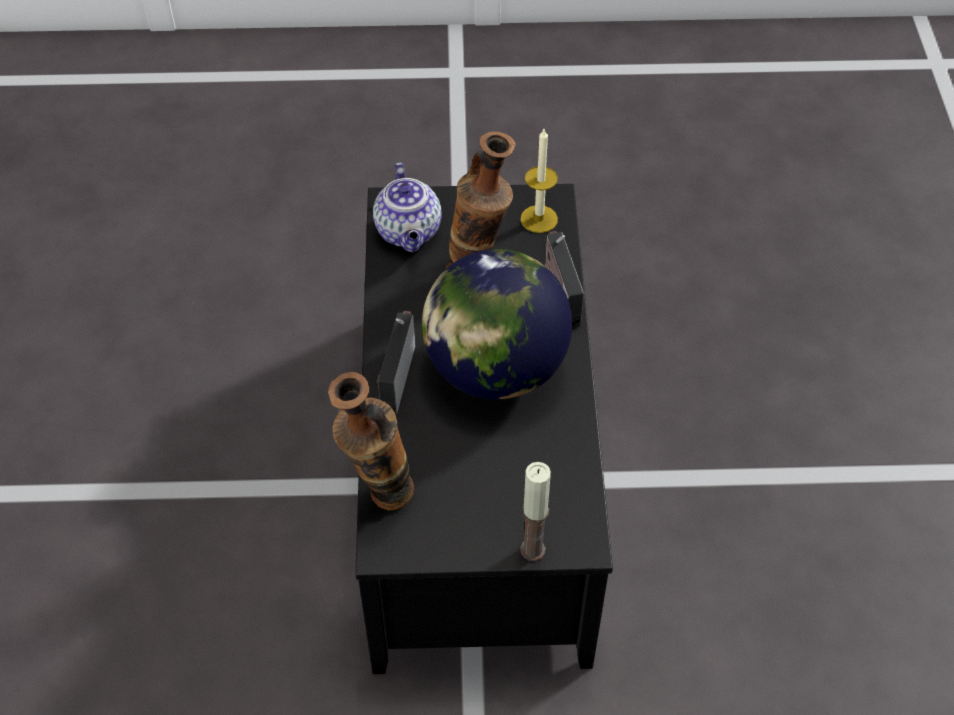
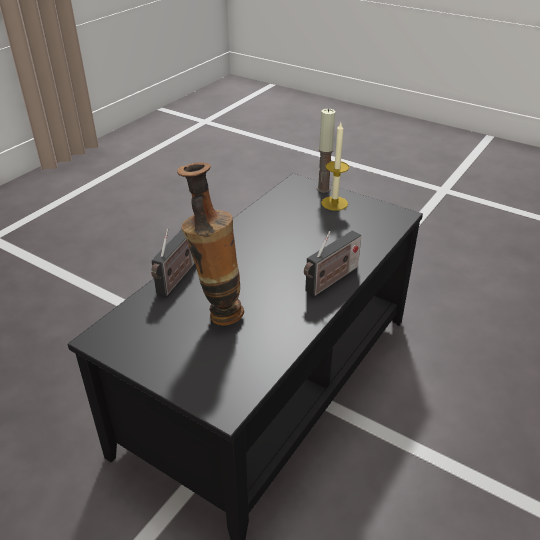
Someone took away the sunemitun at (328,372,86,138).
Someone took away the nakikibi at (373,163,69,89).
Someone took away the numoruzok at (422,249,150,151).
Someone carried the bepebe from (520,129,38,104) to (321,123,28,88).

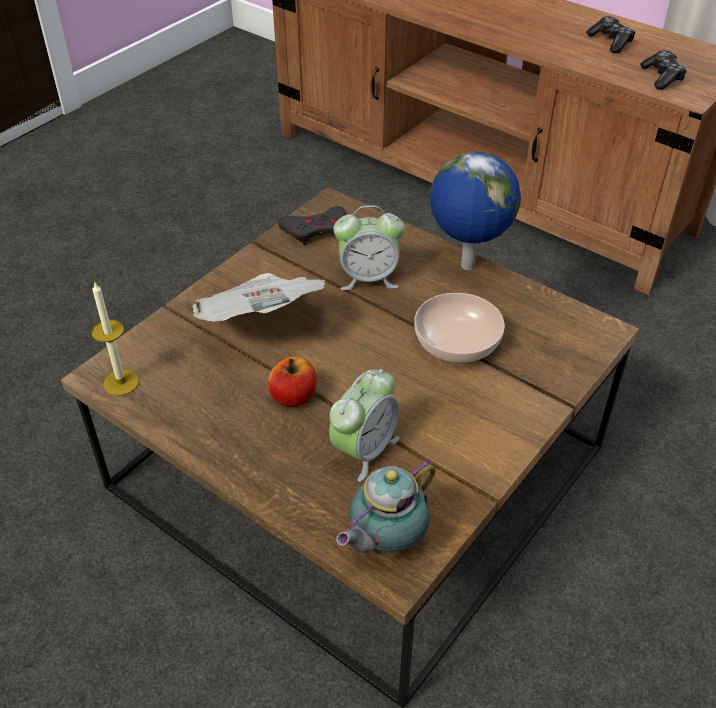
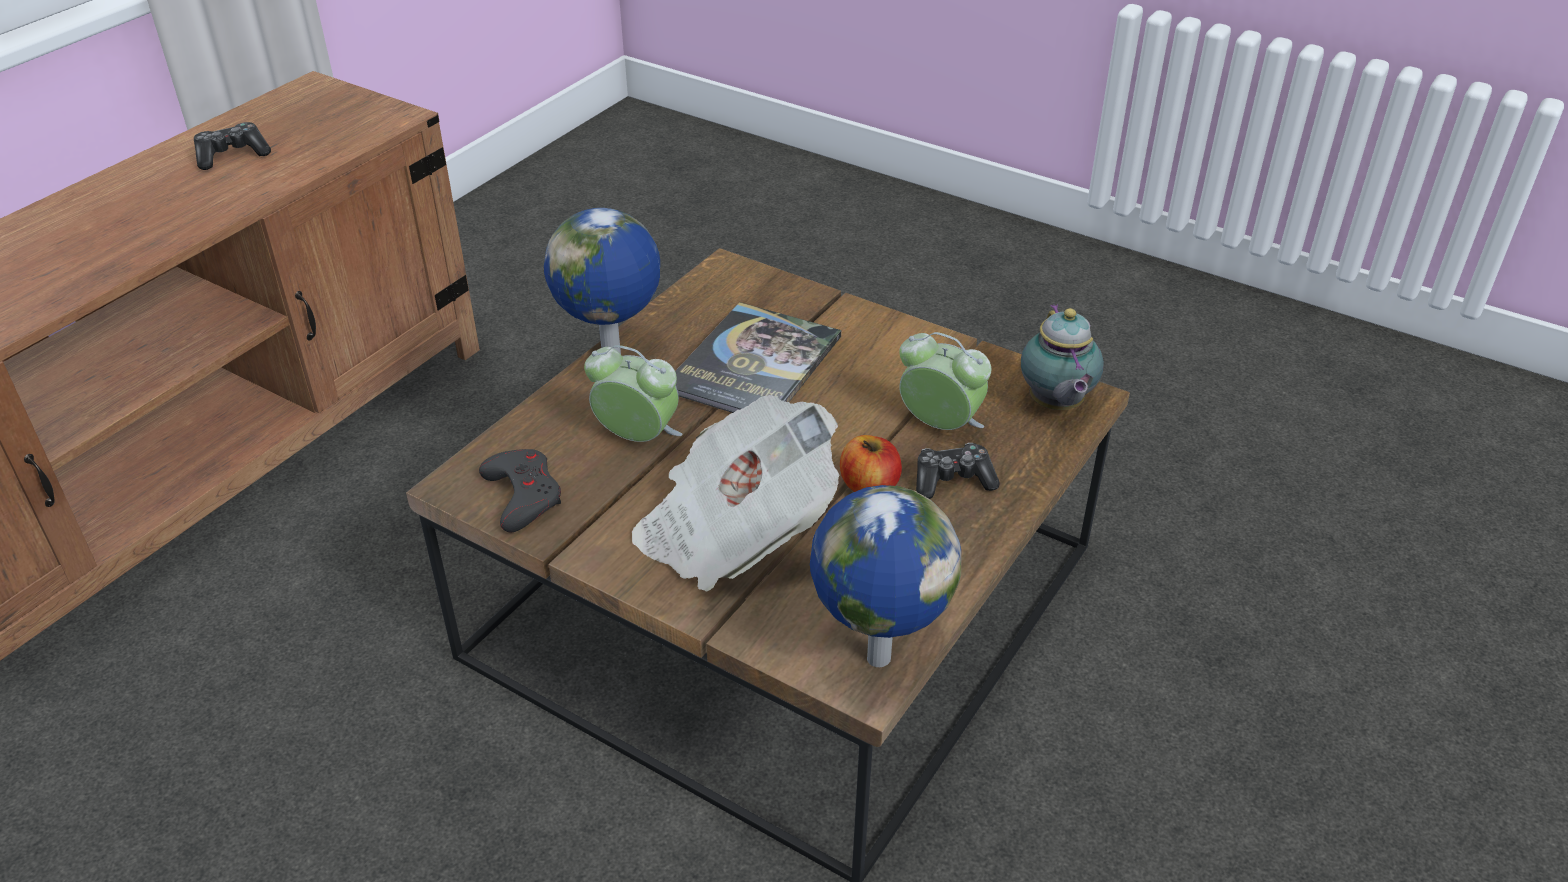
Someone swapped the bepebe at (91,281,48,115) for the numoruzok at (810,485,151,182).
Someone rotated the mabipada at (333,205,72,85) by 60 degrees counterclockwise.
Someone rotated the nakikibi at (336,459,100,98) by 45 degrees clockwise.
Someone swapped the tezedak at (414,293,91,70) for the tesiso at (675,302,166,111).
Someone carried the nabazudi from (640,50,47,40) to (916,443,84,56).

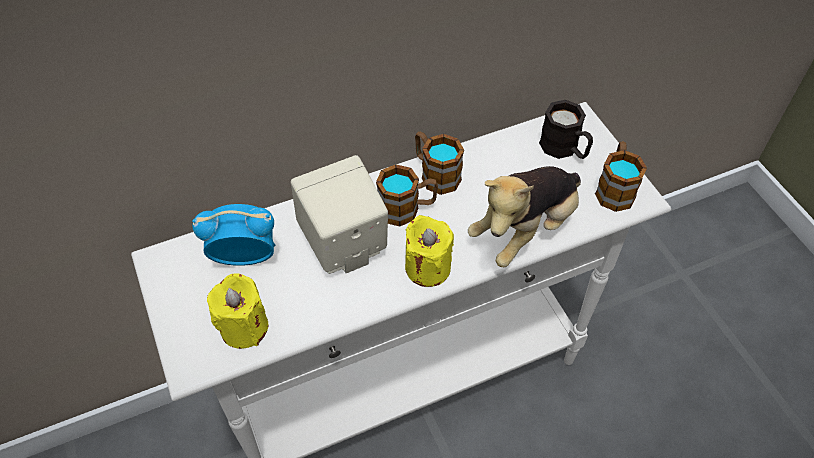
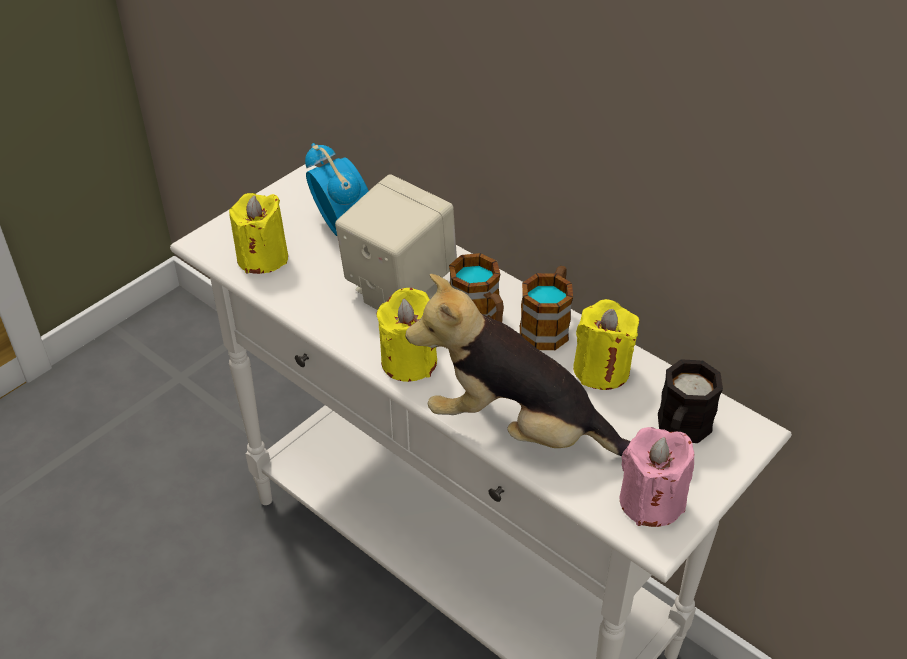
Someone swapped the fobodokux at (595,142,52,70) for the pink_bepebe at (620,427,74,100).
Someone put down the yellow_bepebe at (573,299,66,91).

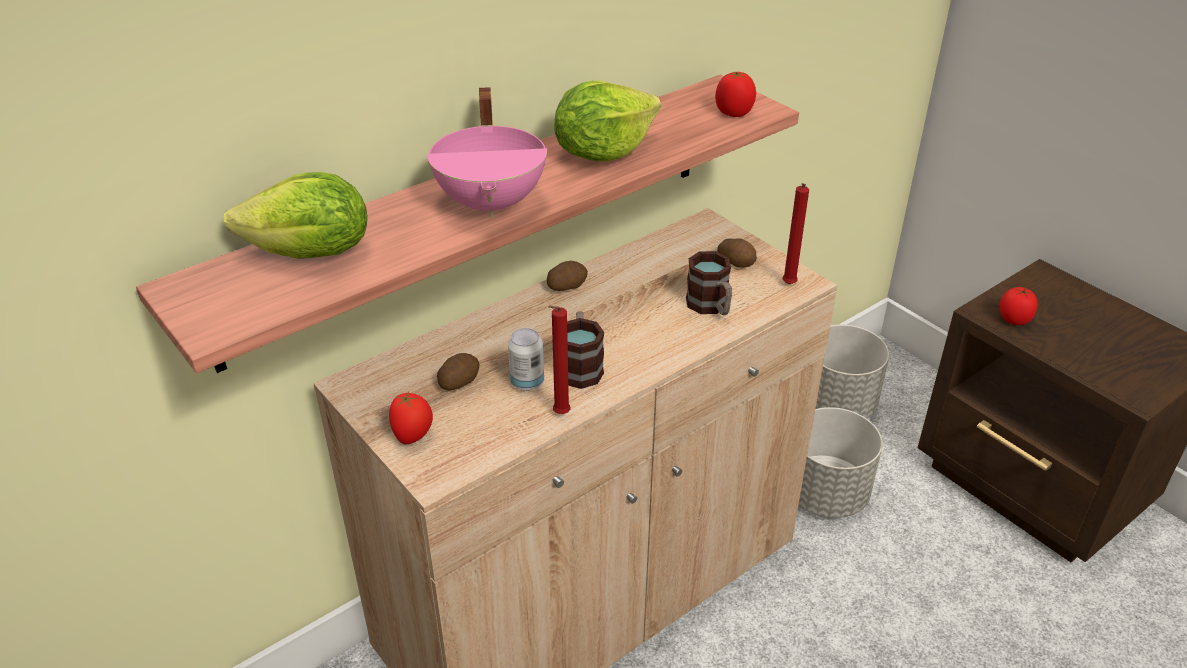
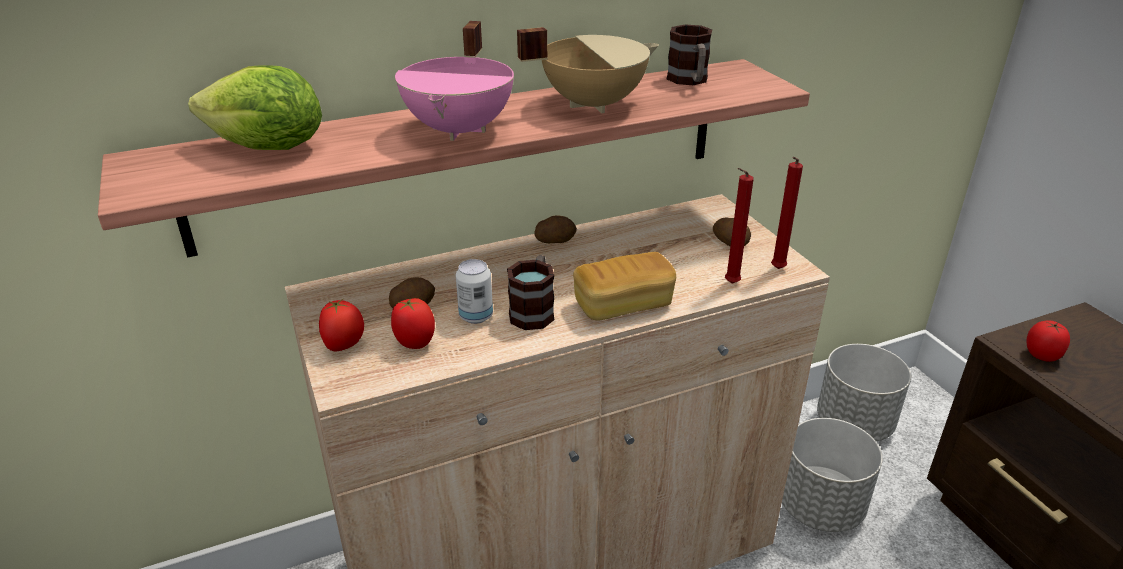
Someone carried the red_bepebe from (549,306,22,108) to (725,168,29,116).
Someone swapped the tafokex at (554,80,107,81) for the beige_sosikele at (517,27,142,86).
Someone carried the fobodokux from (686,251,46,64) to (667,24,45,61).
Someone carried the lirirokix from (715,72,41,45) to (391,298,44,51).
Someone put down the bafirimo at (573,252,103,69).

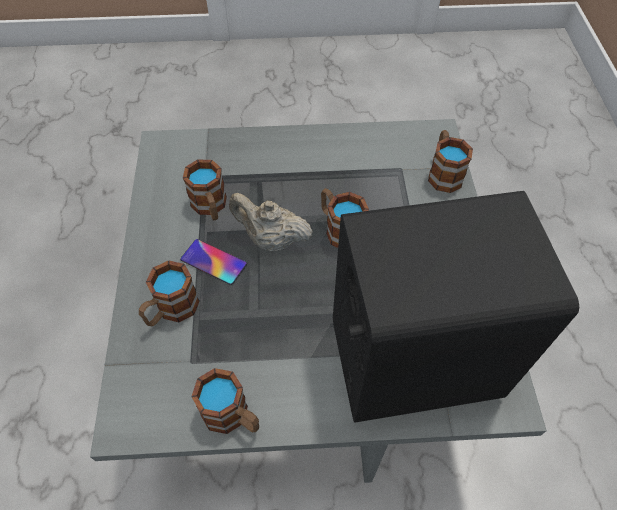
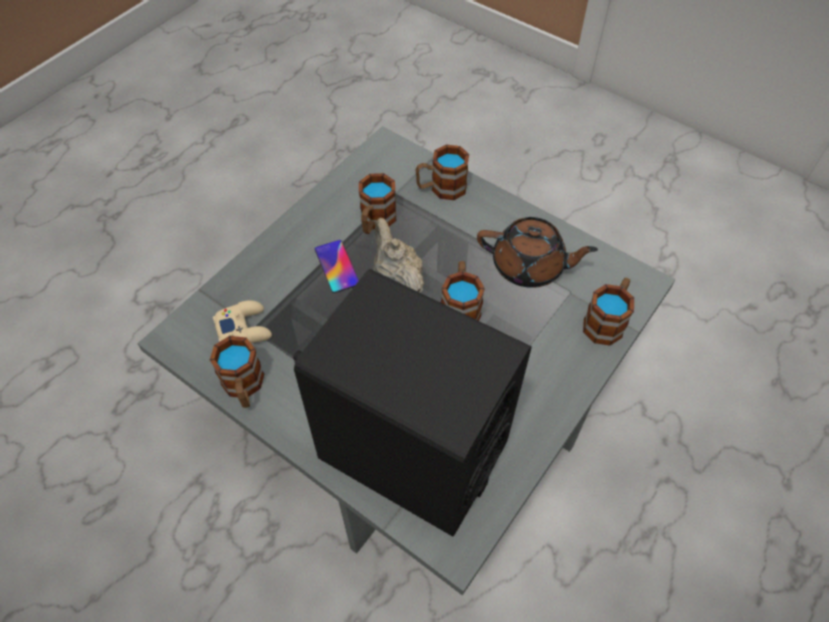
Someone carried the fobodokux from (139,260,61,66) to (416,144,53,56).
Someone put down the beige_nabazudi at (213,300,59,43).
Someone put down the brown_nakikibi at (477,217,121,71).

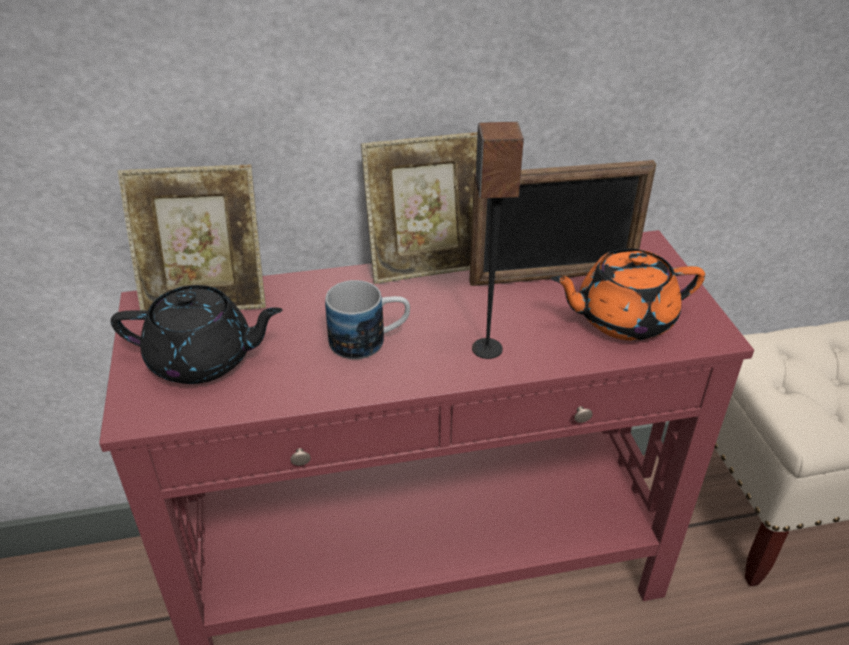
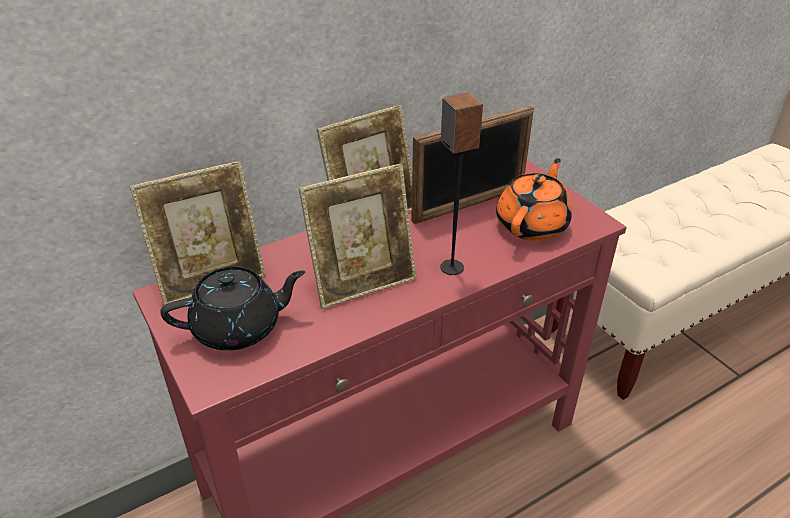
Someone swapped the fobodokux at (325,280,85,79) for the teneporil at (299,164,118,145).
Someone rotated the orange_nakikibi at (551,248,154,93) by 150 degrees clockwise.

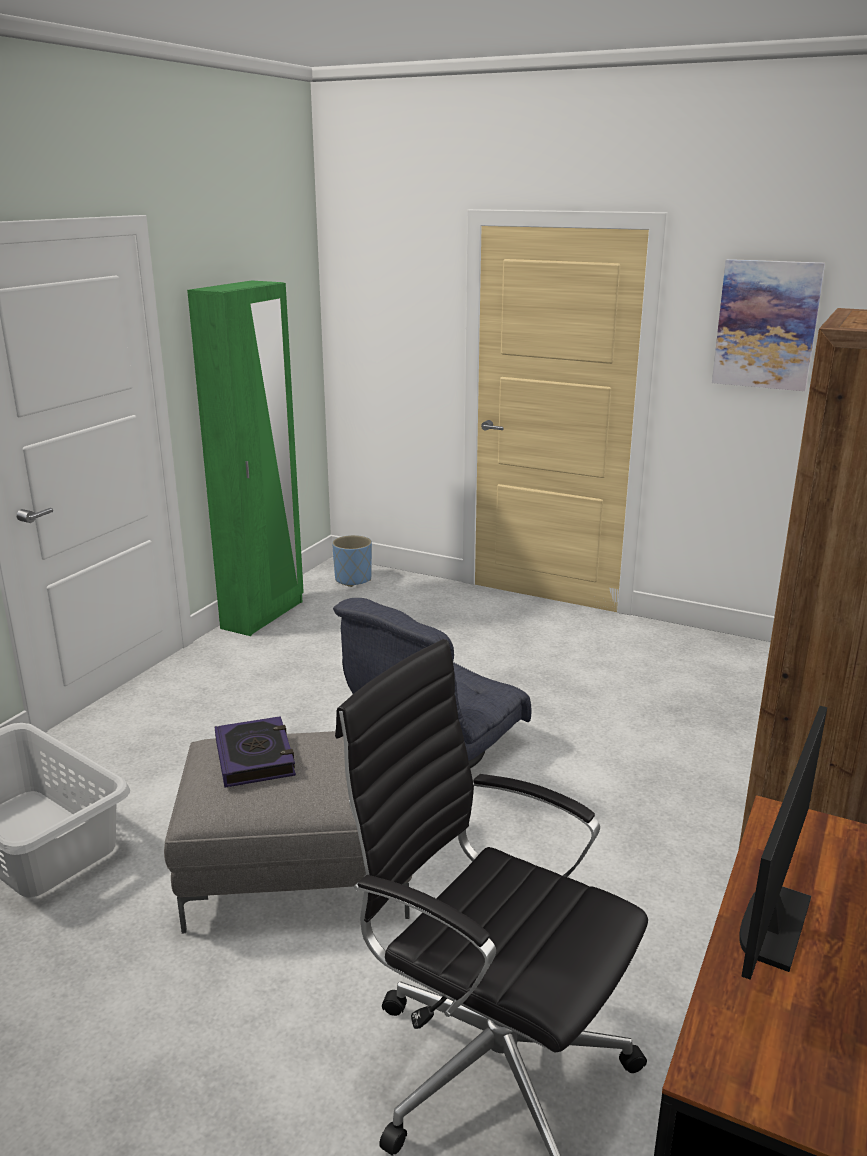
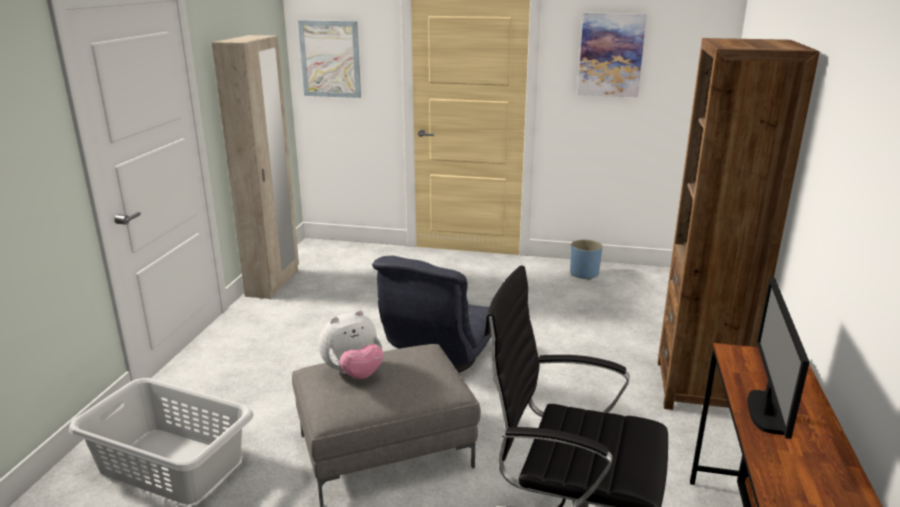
Someone repainted the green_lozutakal at (187,280,117,356), which became the beige_lozutakal at (212,35,87,264).
Someone swapped the tesiso at (215,716,81,72) for the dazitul at (319,310,64,69).
Someone carried the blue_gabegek from (332,535,40,52) to (570,239,33,41).
Someone put up the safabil at (298,20,63,78).

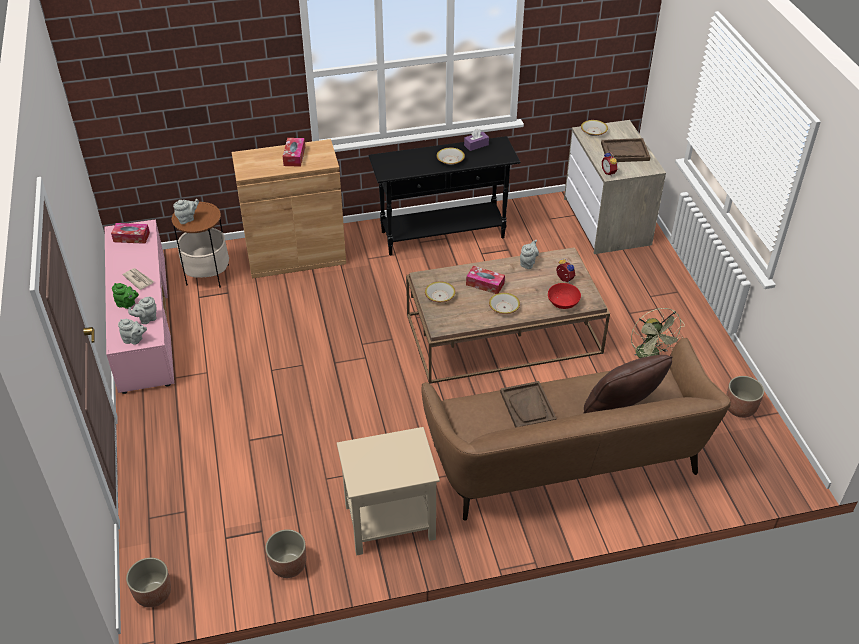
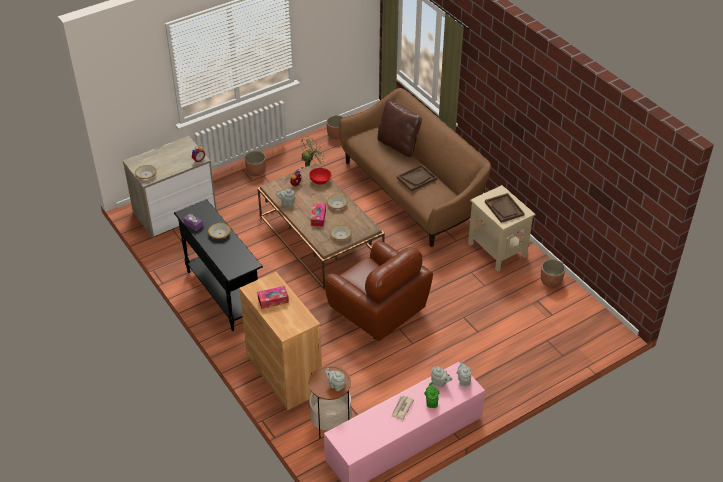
Someone took away the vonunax at (111,223,39,21).
Someone carried the gabegek from (126,558,45,50) to (245,151,21,25).
Someone carried the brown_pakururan from (601,138,49,24) to (485,193,40,30).
Someone put down the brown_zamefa at (325,241,108,100).

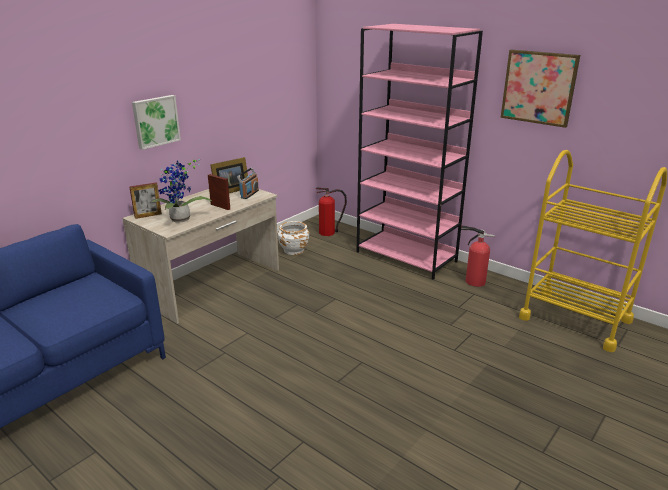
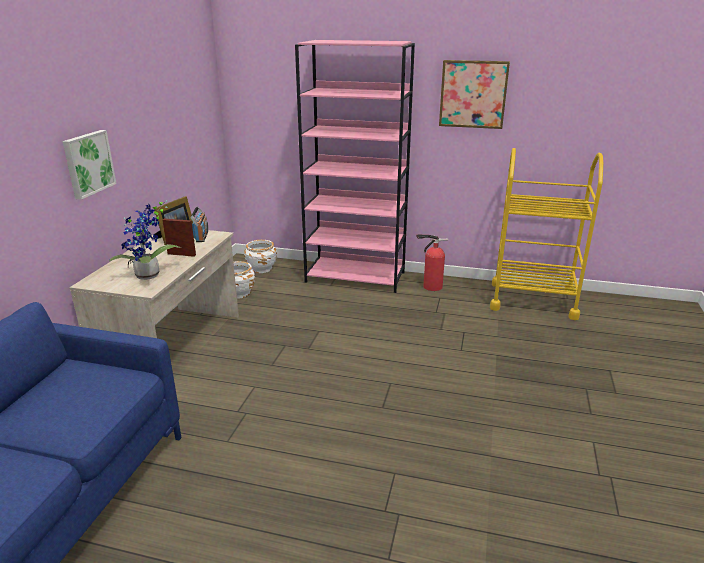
Someone took away the teneporil at (129,182,33,37).
Someone swapped the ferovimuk at (316,187,31,49) for the white_gabegek at (244,240,33,33).

